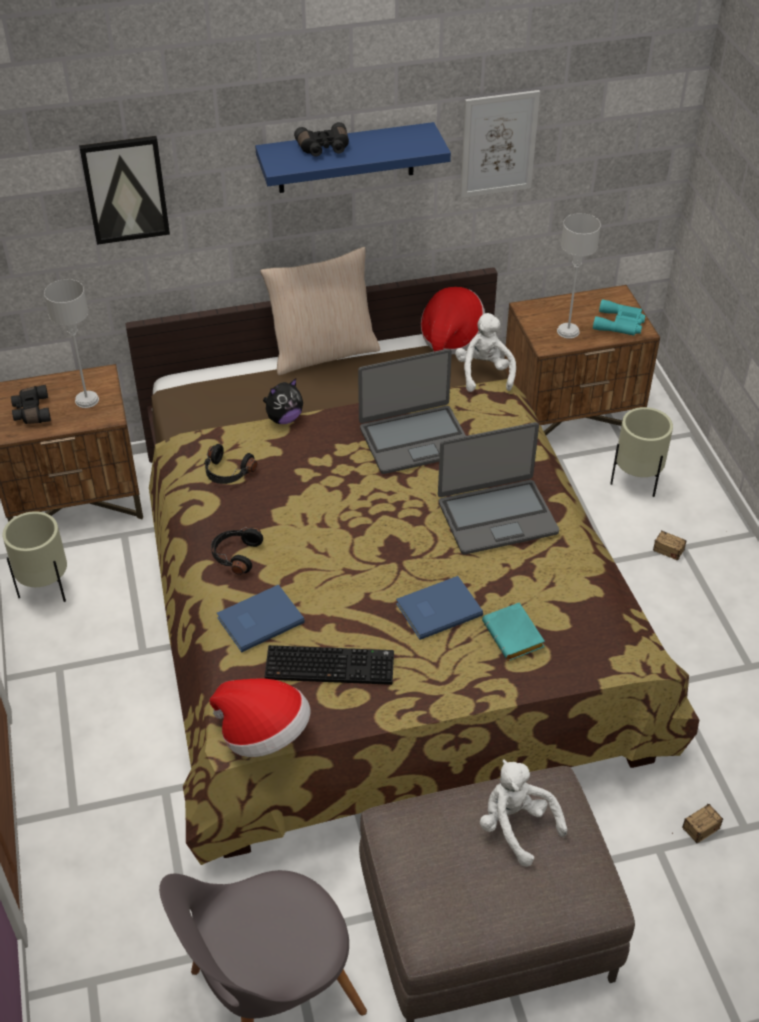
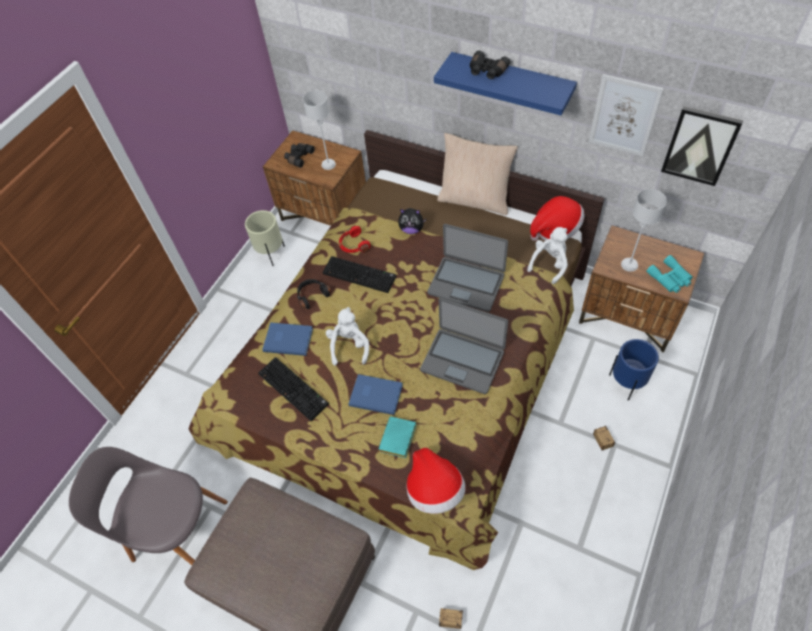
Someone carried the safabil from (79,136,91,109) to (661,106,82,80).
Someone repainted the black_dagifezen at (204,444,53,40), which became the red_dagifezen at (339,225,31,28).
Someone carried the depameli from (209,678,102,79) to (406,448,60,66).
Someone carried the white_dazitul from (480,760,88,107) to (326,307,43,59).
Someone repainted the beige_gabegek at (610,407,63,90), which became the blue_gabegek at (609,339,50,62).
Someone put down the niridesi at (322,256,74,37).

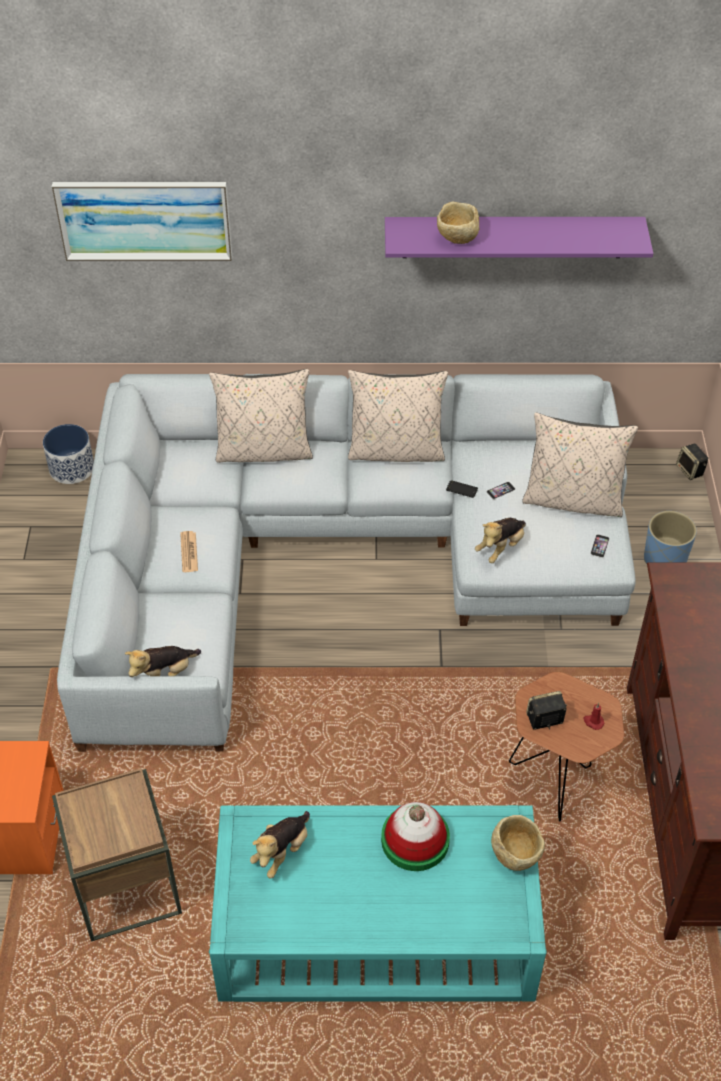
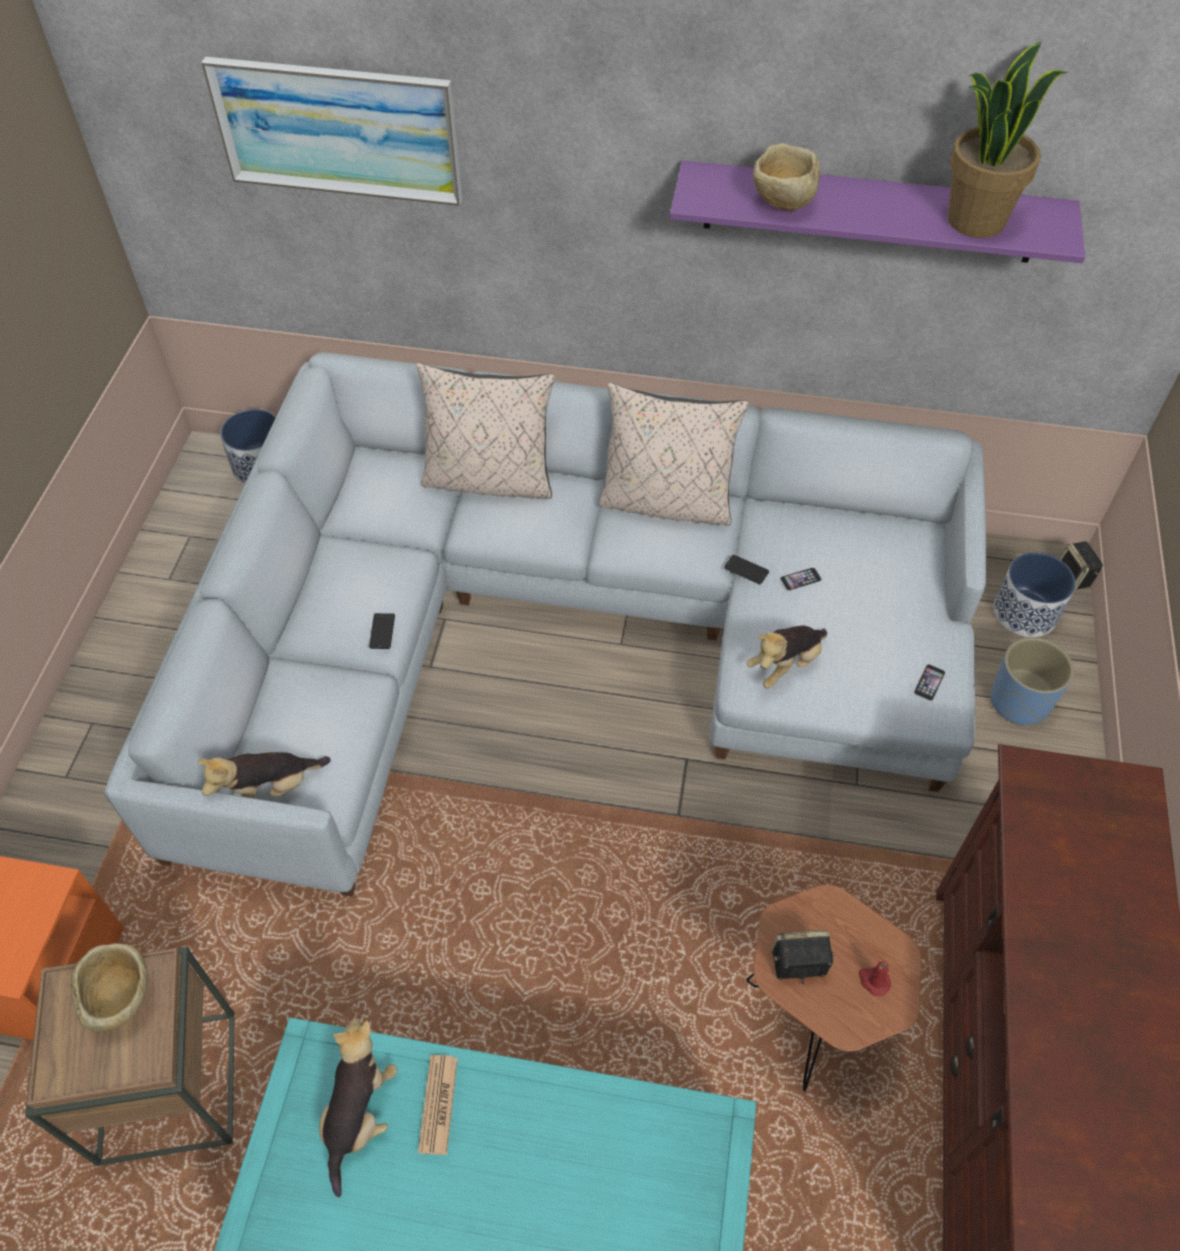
Someone carried the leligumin from (180,531,18,41) to (418,1055,40,100).
Someone rotated the dazitul at (250,811,60,67) by 150 degrees clockwise.
Someone took away the depameli at (381,802,69,69).
Someone carried the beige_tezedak from (491,815,54,56) to (70,943,78,89).
Someone took away the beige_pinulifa at (522,413,116,104).
Someone put down the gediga at (369,613,26,36).
Someone put down the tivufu at (948,42,119,196).
Someone put down the gabegek at (994,552,82,85).

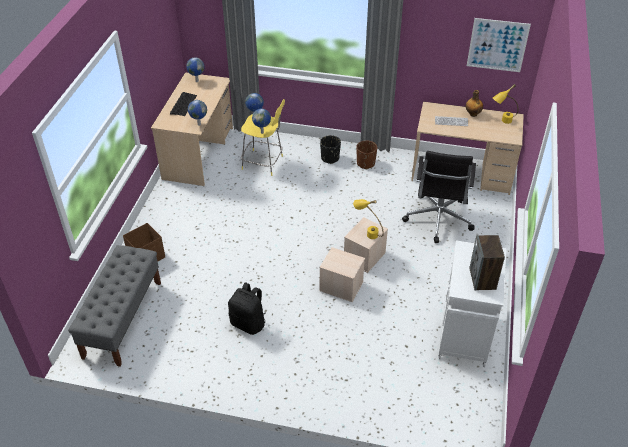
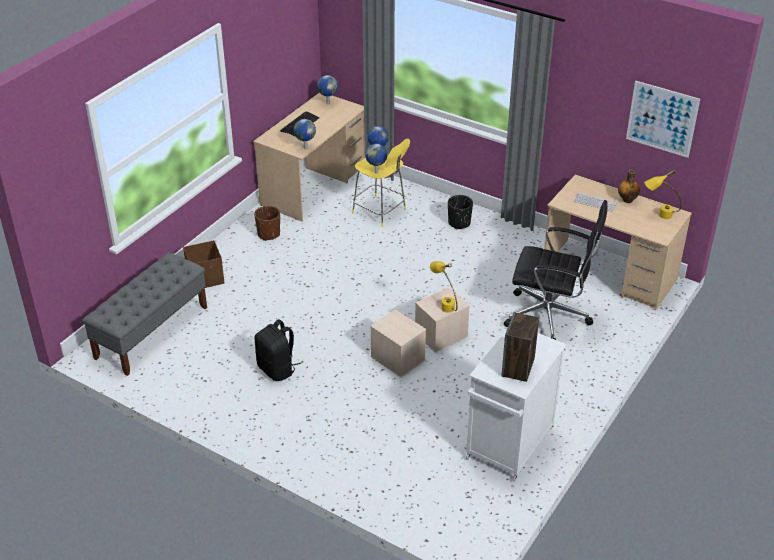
Someone carried the brown_gabegek from (356,140,21,29) to (254,206,26,35).
Someone rotated the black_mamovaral at (402,151,74,92) by 105 degrees counterclockwise.

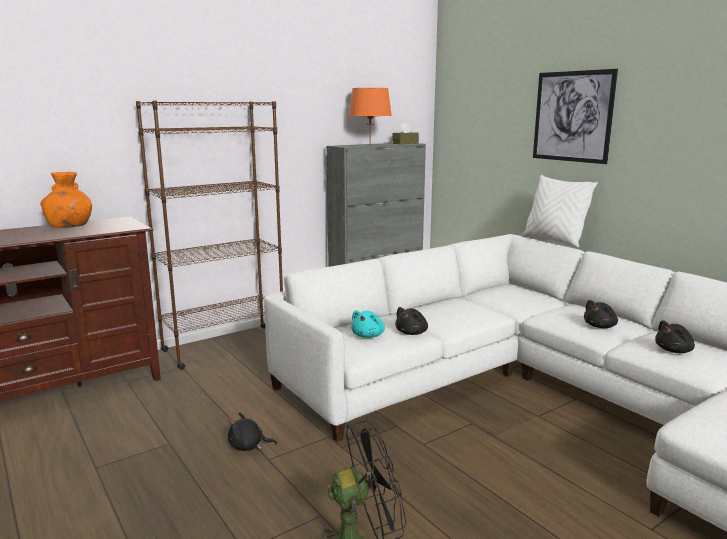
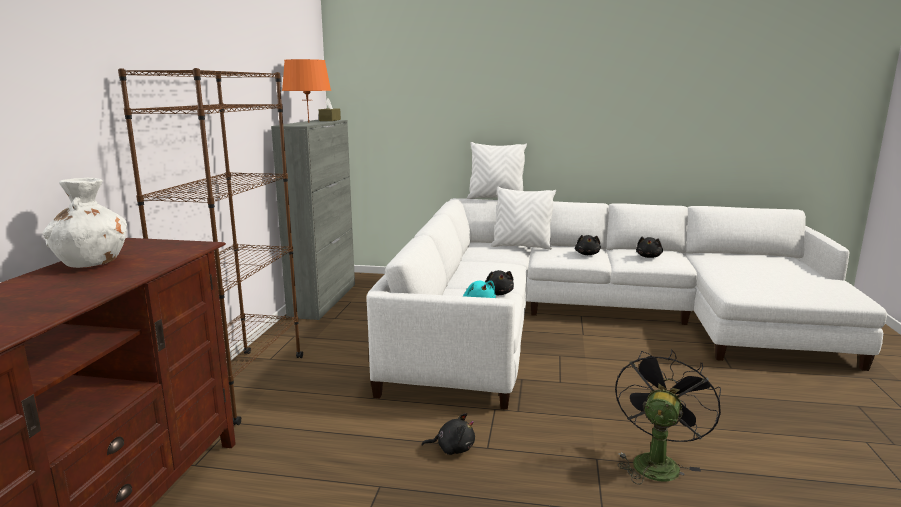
Someone repainted the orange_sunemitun at (40,172,52,56), which became the white_sunemitun at (43,178,84,90).
Someone rotated the black_dazitul at (228,412,49,39) by 135 degrees counterclockwise.
Someone took away the safabil at (533,69,85,95).
Someone put down the white_pinulifa at (491,186,65,64).

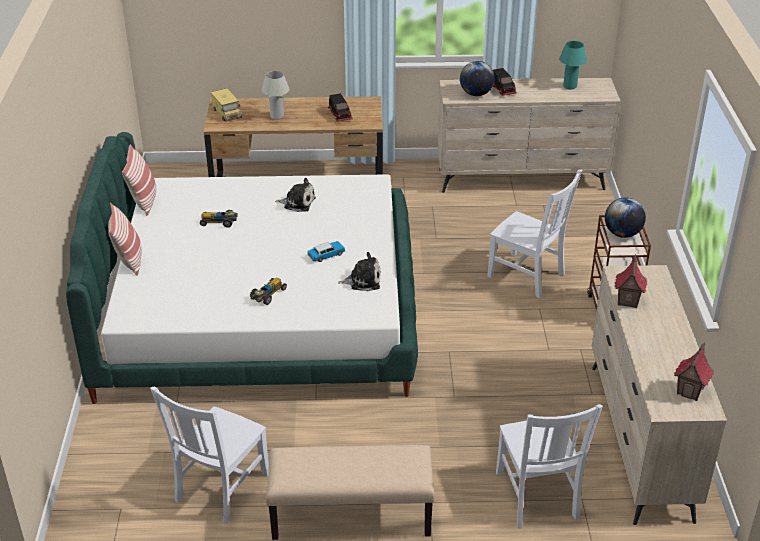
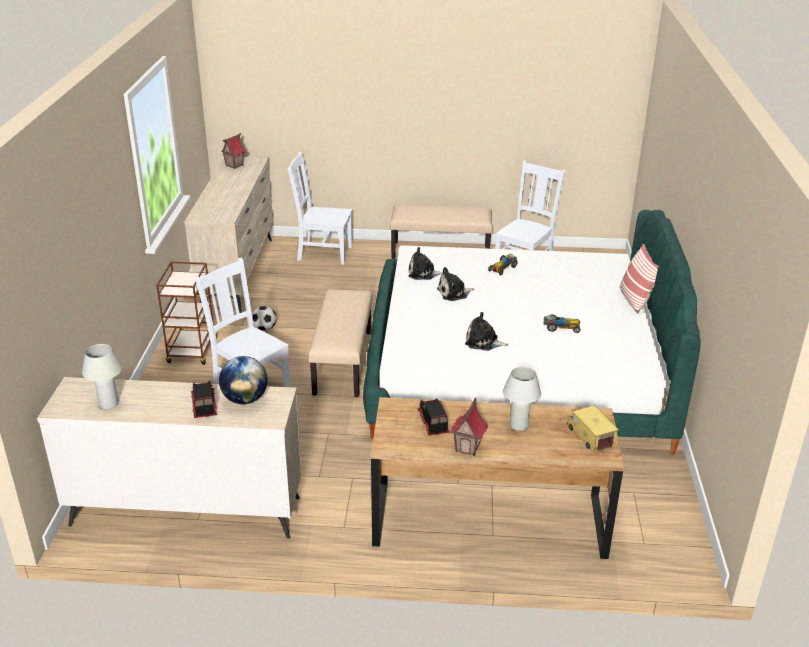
Someone took away the pinulifa at (122,144,34,72).
Someone swapped the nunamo at (307,241,38,21) for the dazitul at (437,267,37,34).
Someone rotated the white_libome at (496,404,107,125) by 75 degrees counterclockwise.
Someone repainted the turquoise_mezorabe at (559,41,28,48), which became the white_mezorabe at (82,344,40,66).
Someone took away the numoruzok at (605,197,41,41).
Someone carried the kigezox from (614,254,33,54) to (450,397,38,59).
Someone put down the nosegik at (252,306,24,25).
Someone put down the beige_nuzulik at (308,289,65,108).

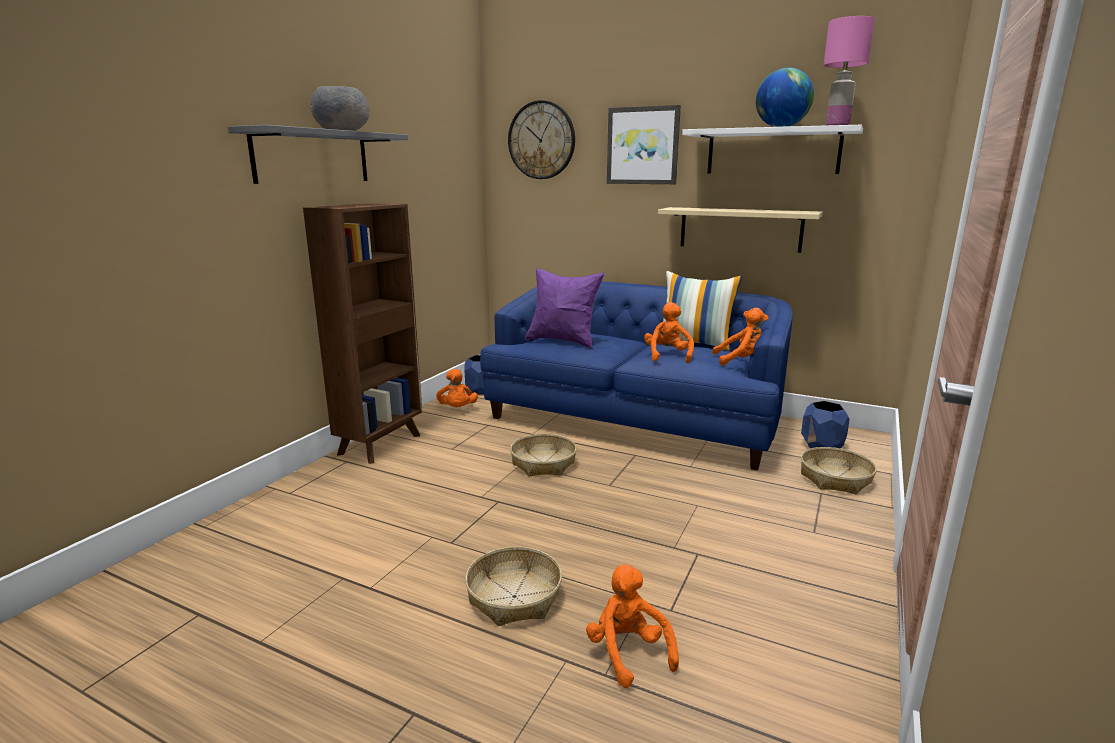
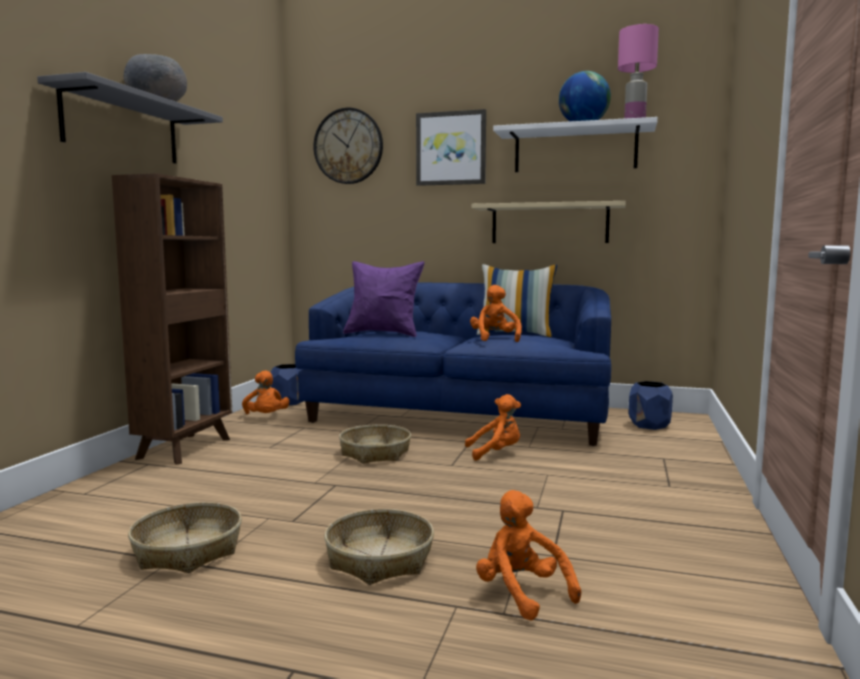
Someone carried the orange_dazitul from (712,308,56,58) to (465,394,56,67).
Someone carried the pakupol from (801,447,76,47) to (128,502,114,71).

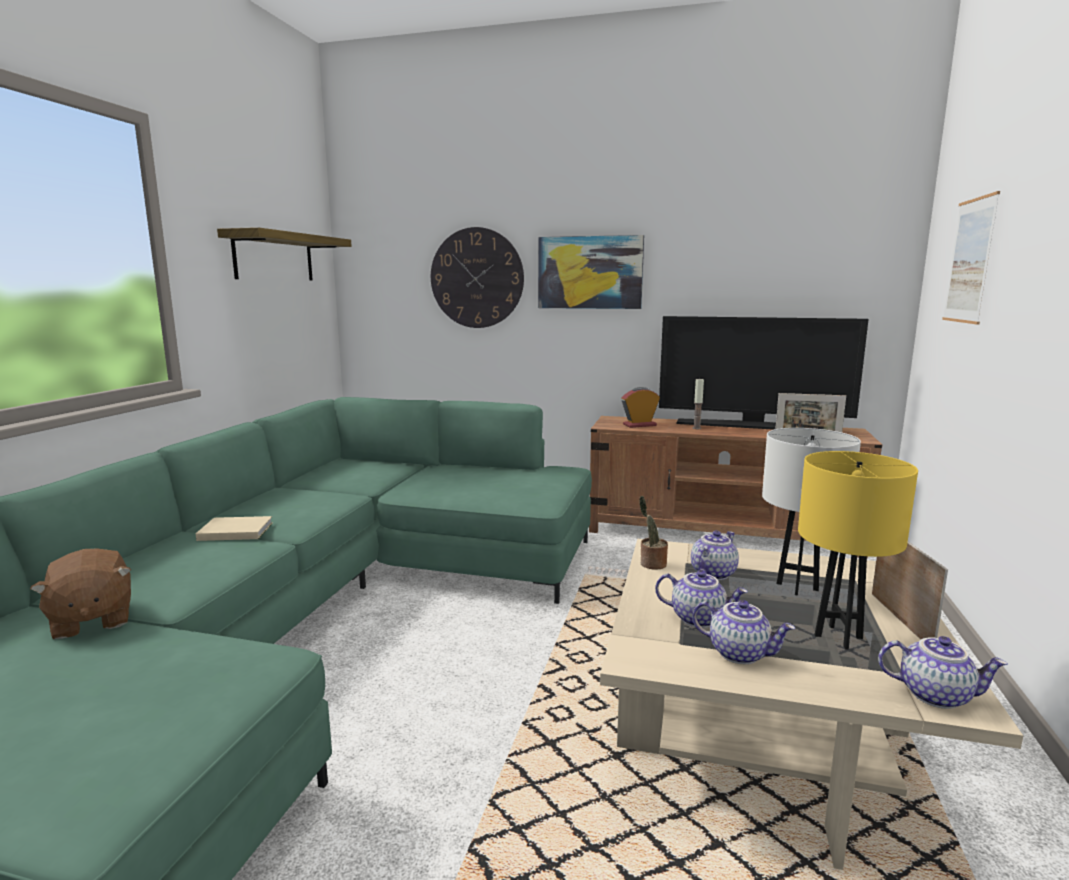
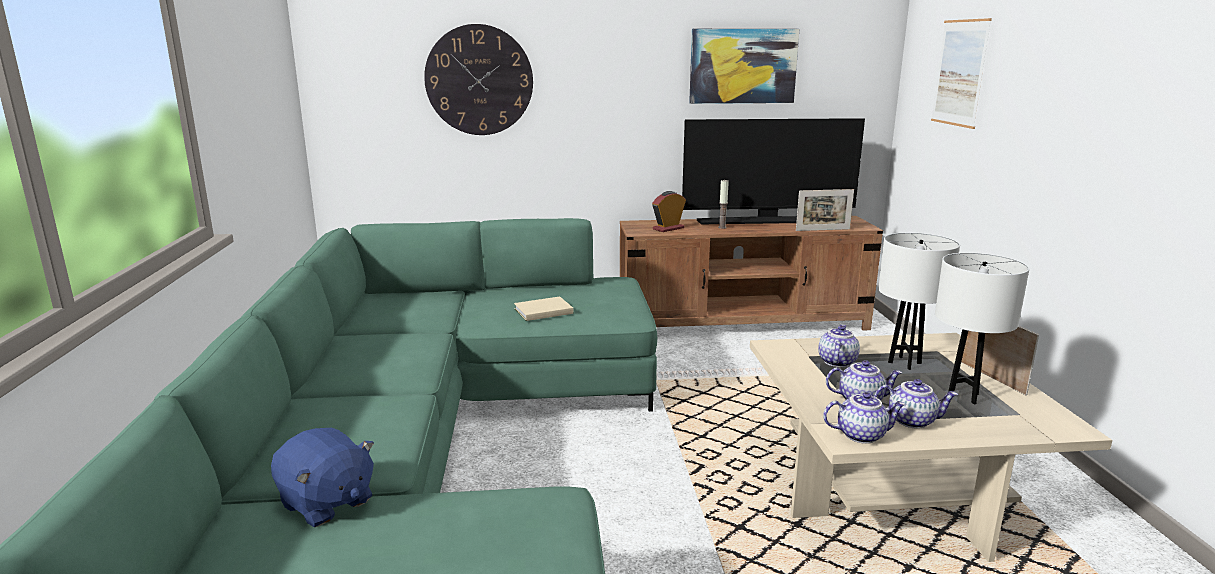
Someone repainted the brown_dazitul at (30,549,101,90), which became the blue_dazitul at (271,428,103,99).
Someone carried the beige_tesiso from (196,516,77,25) to (514,297,59,24).
Someone took away the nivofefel at (217,227,135,53).
Someone carried the safabil from (538,235,106,74) to (689,29,110,75).
Someone took away the tivufu at (639,496,29,74).
Someone repainted the yellow_mezorabe at (798,451,120,199), which became the white_mezorabe at (935,253,94,152).
Someone carried the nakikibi from (878,636,130,73) to (823,392,83,52).

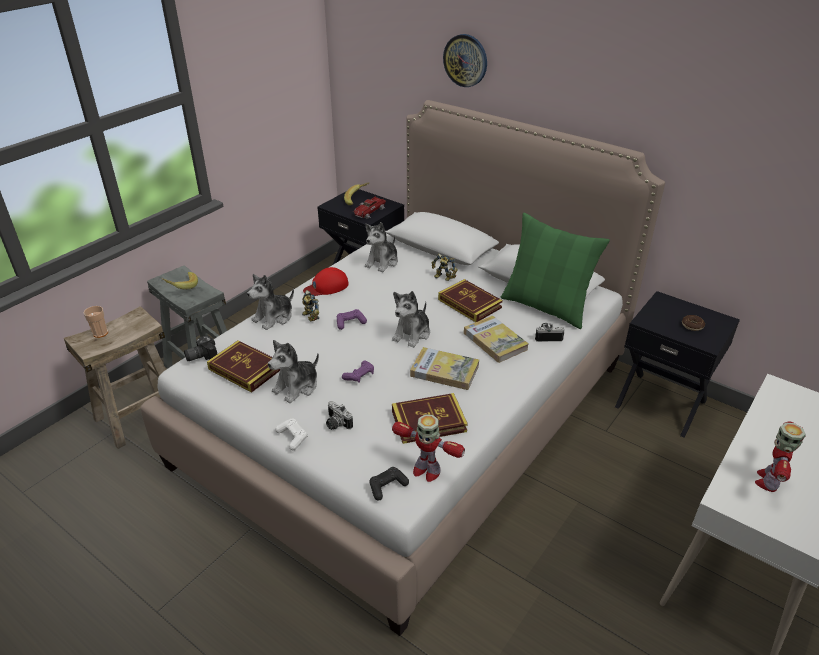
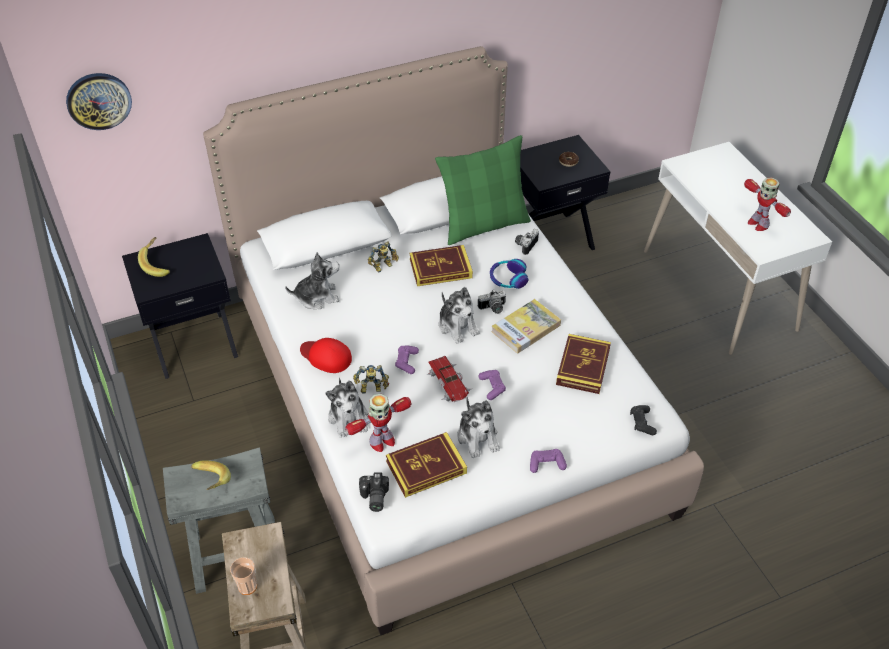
Someone repainted the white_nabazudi at (275,419,32,31), which became the purple_nabazudi at (530,449,37,24).
Someone rotated the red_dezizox at (303,267,46,29) by 120 degrees clockwise.
Someone carried the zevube from (326,401,27,29) to (478,289,28,25).
Someone carried the nunamo from (353,196,33,23) to (427,356,44,46).
Someone rotated the dazitul at (365,222,33,50) by 75 degrees counterclockwise.
Someone carried the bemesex from (392,414,73,68) to (345,394,66,58).
Someone carried the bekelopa from (443,34,44,53) to (66,73,66,57).
Someone swapped the tesiso at (464,316,65,47) for the dagifezen at (490,259,39,30).

